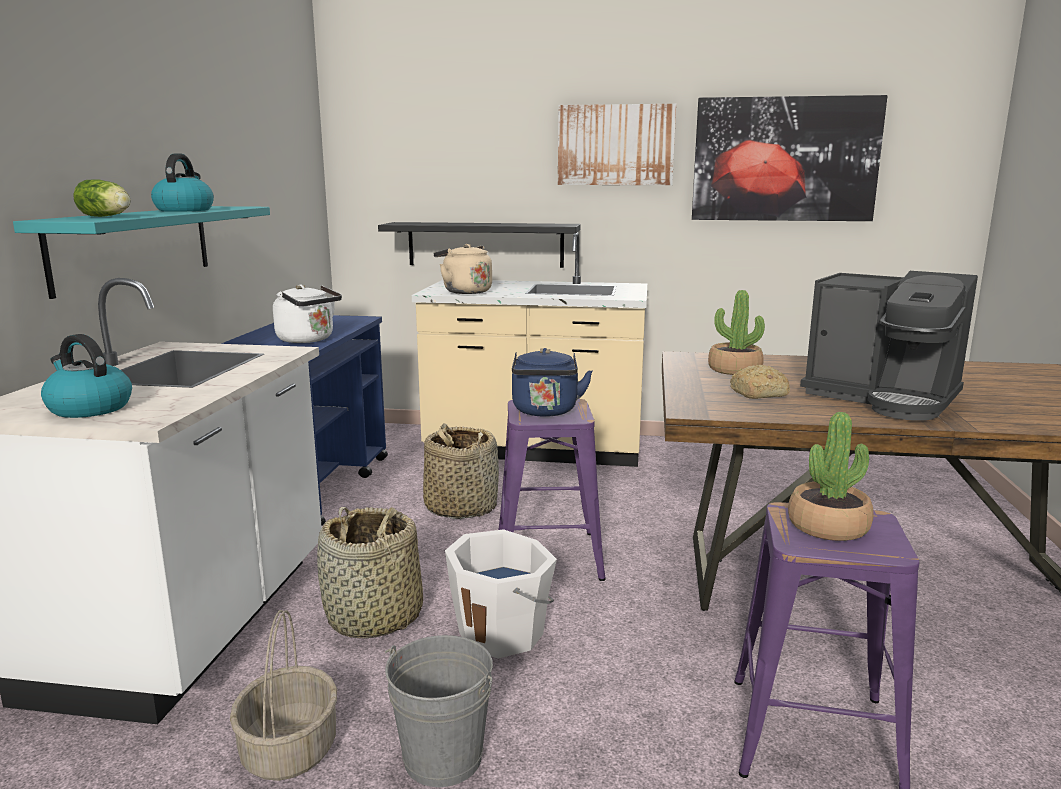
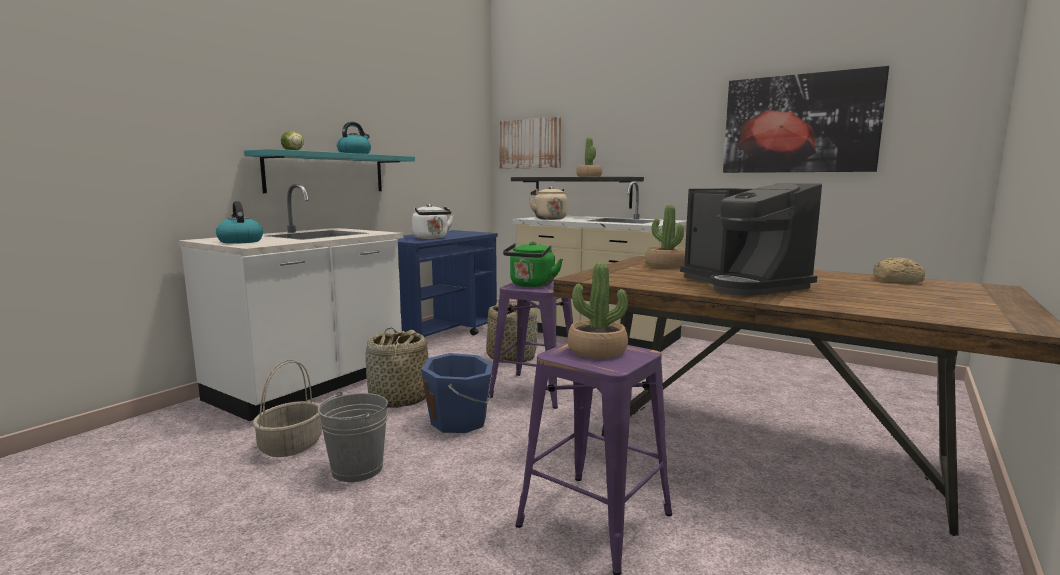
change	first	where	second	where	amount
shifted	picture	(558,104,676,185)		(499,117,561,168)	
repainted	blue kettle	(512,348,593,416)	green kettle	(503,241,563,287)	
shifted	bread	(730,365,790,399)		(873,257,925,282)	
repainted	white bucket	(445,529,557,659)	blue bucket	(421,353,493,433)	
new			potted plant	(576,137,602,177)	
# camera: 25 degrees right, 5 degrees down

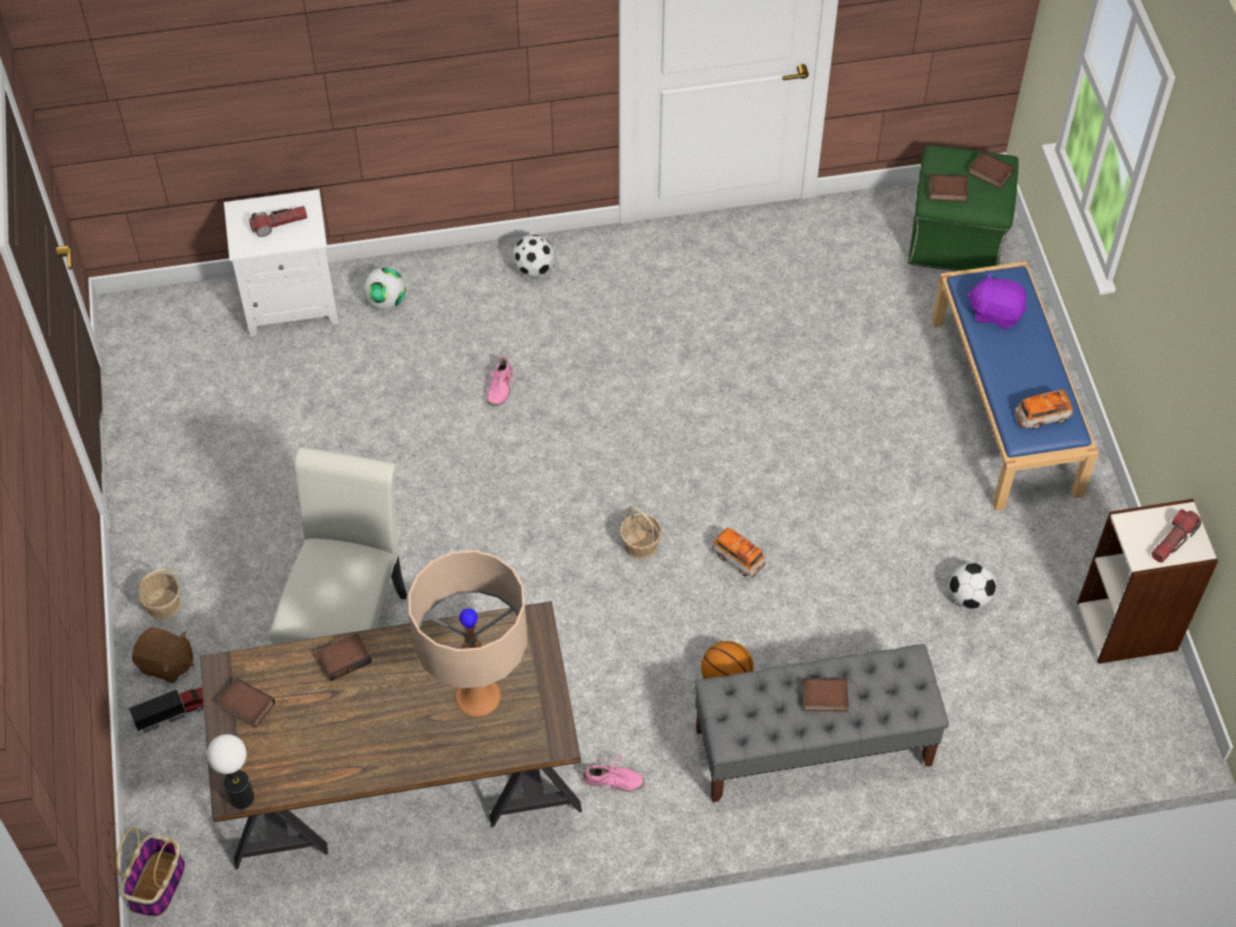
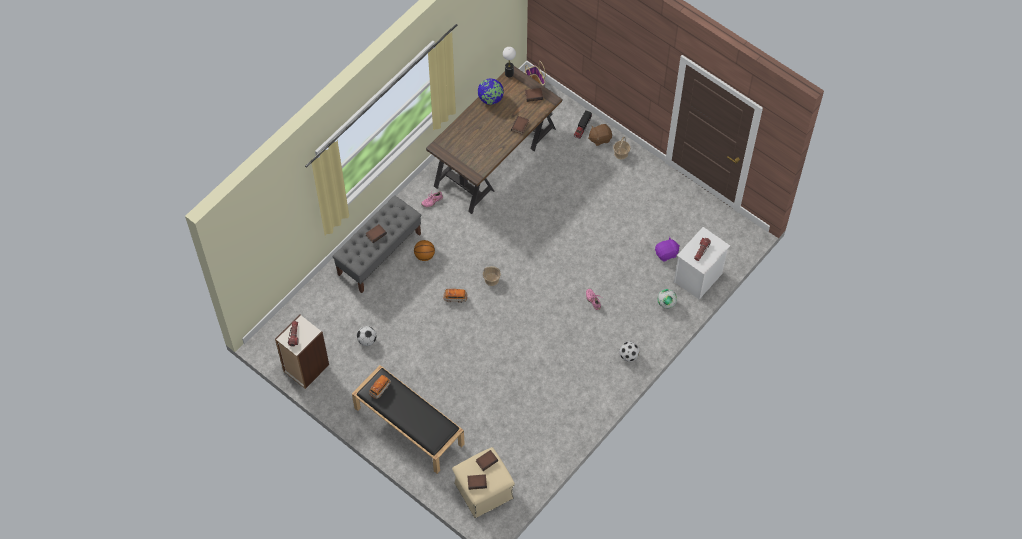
change	first	where	second	where	amount
repainted	green ottoman	(908,145,1018,271)	beige ottoman	(452,447,515,518)	
repainted	blue bench	(931,261,1098,511)	black bench	(352,365,465,474)	
shifted	purple plush toy	(967,272,1026,329)		(655,237,680,262)	
gone	white chair	(269,447,407,644)			
gone	beige table lamp	(408,550,528,717)			
new			globe	(478,78,504,105)	
# camera: 140 degrees right, 5 degrees up

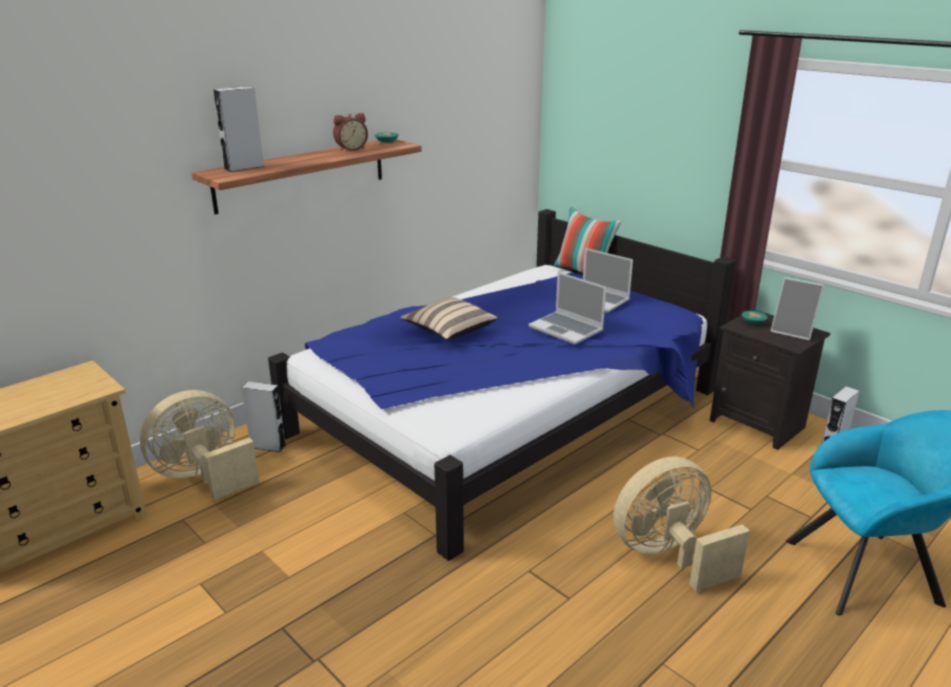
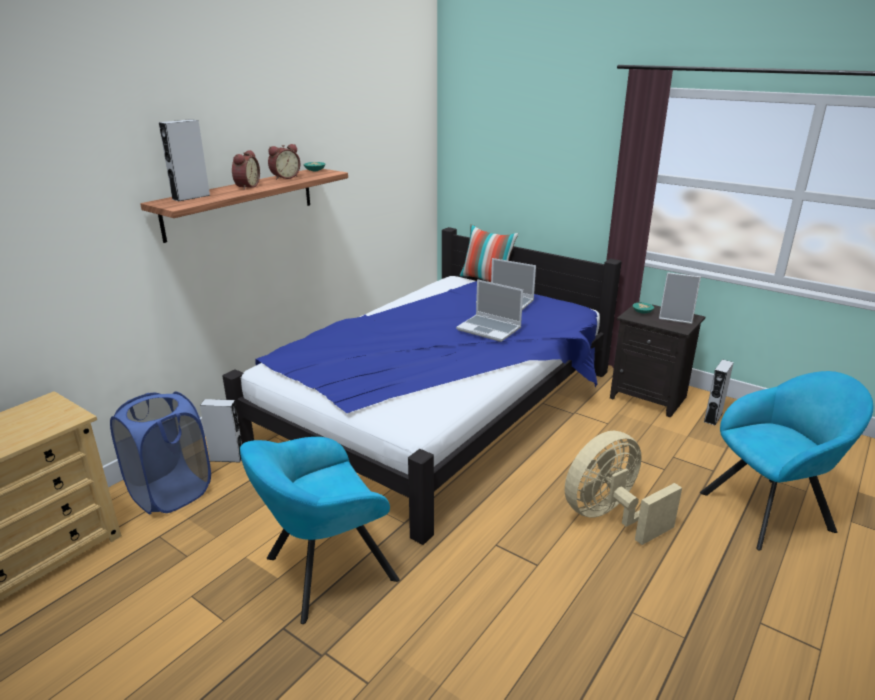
change	first	where	second	where	amount
gone	beige pillow	(400,297,497,340)			
swapped	beige fan	(140,390,259,500)	blue laundry basket	(110,391,211,514)	
new			alarm clock	(232,150,260,190)	
new			turquoise armchair	(240,437,400,624)	
# camera: 10 degrees left, 0 degrees up

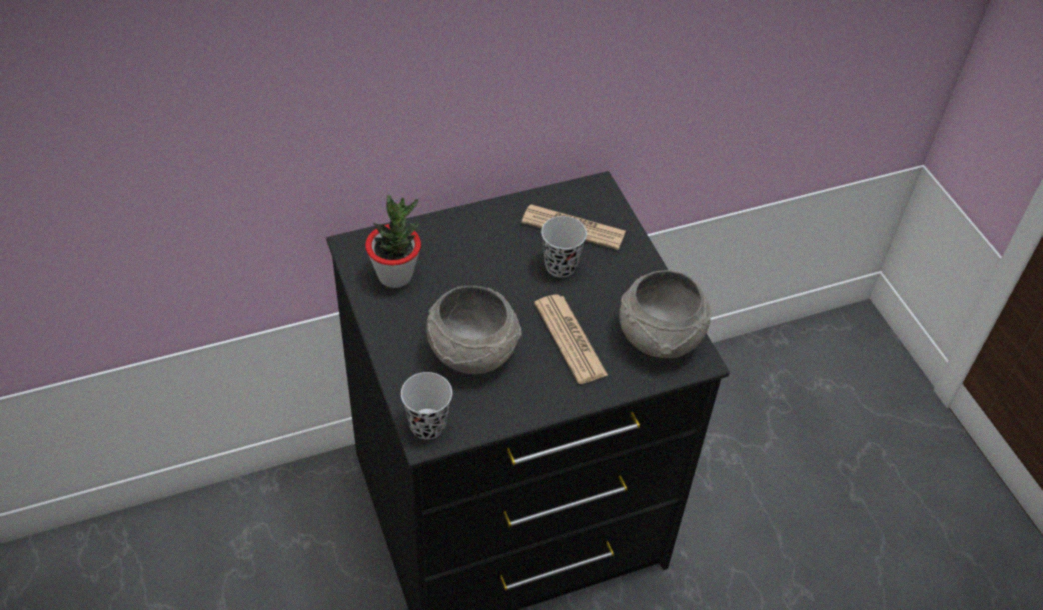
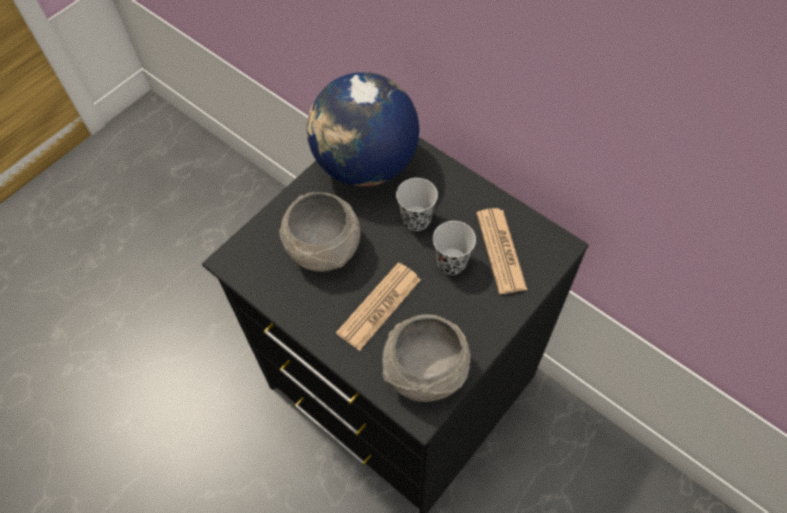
change	first	where	second	where	amount
swapped	potted plant	(365,195,421,288)	globe	(307,72,419,187)	
shifted	black cup	(401,372,452,439)		(396,178,438,231)	
# camera: 65 degrees right, 10 degrees up

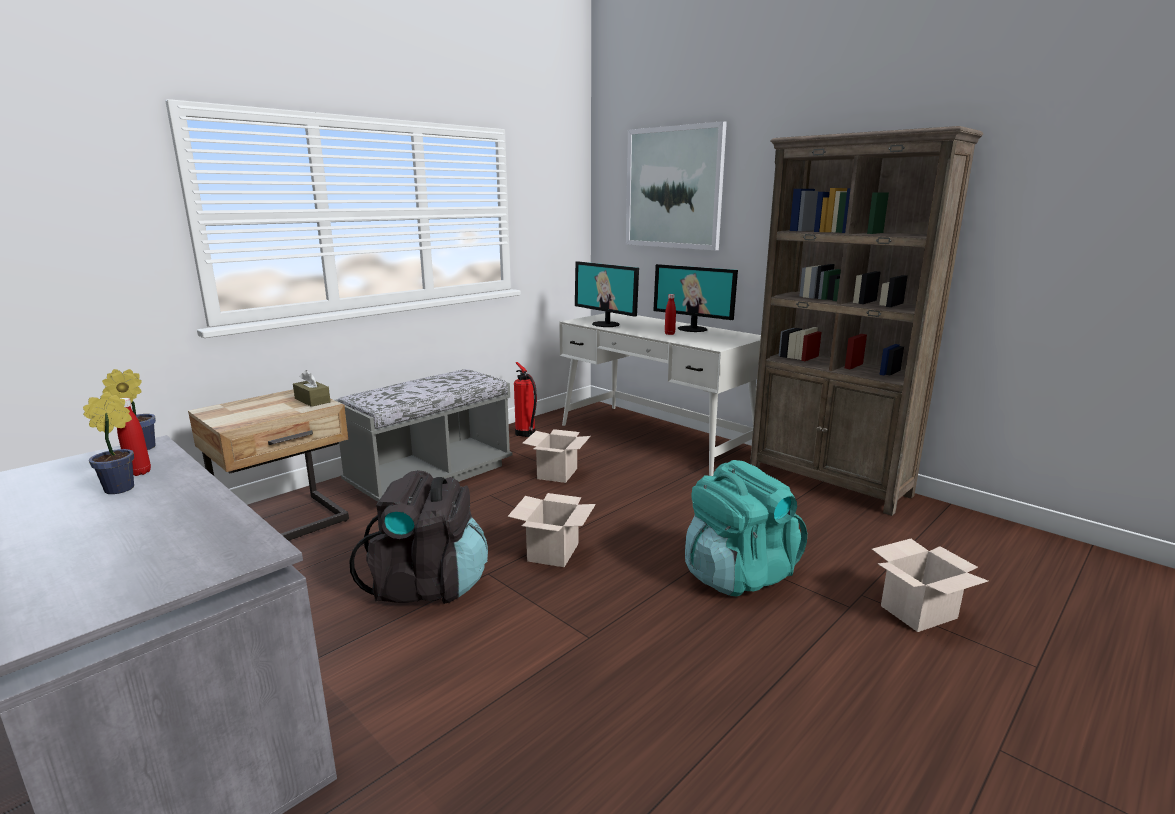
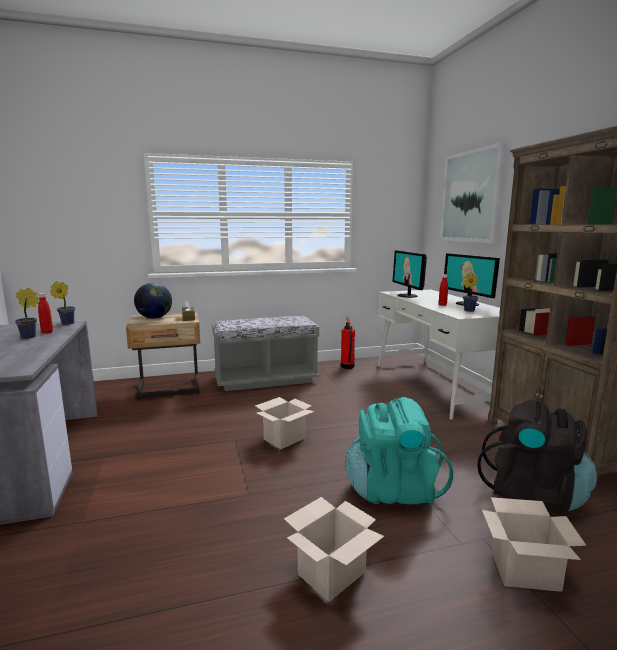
change	first	where	second	where	amount
shifted	cardboard box	(523,429,591,483)		(284,497,384,602)	
shifted	black backpack	(349,470,488,604)		(477,400,597,514)	
new			potted plant	(463,272,478,312)	
new			globe	(134,283,172,319)	
# camera: 30 degrees right, 5 degrees down

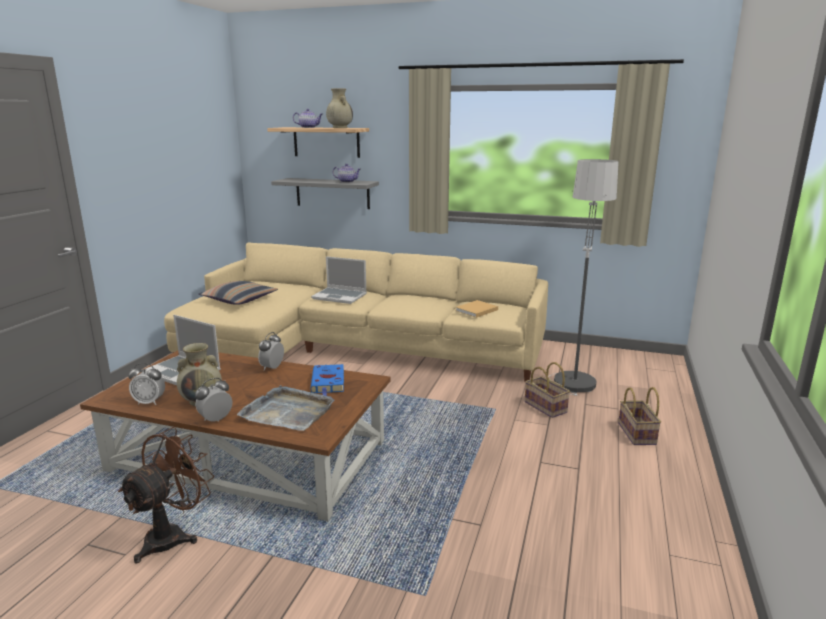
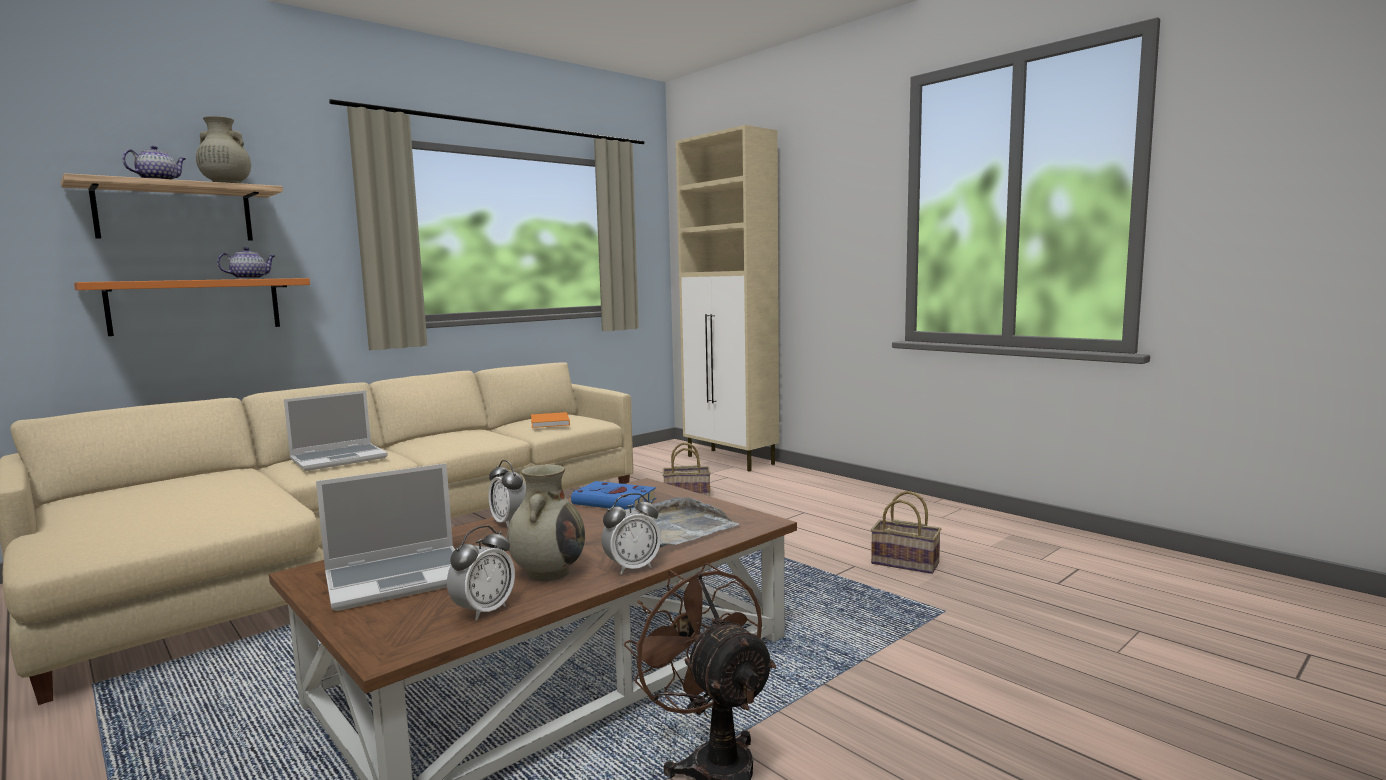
change	first	where	second	where	amount
gone	floor lamp	(548,159,619,396)			
repainted	grey shelf	(271,178,379,209)	orange shelf	(74,278,310,336)	
gone	pillow	(198,281,278,305)			
repainted	beige book	(455,300,498,318)	orange book	(531,412,570,428)	
rotated	alarm clock	(195,378,233,422)		(601,493,661,575)	105 degrees counterclockwise
shifted	basket	(618,387,661,445)		(871,491,941,574)	
new			beige cabinet	(676,125,779,472)	
# camera: 60 degrees left, 10 degrees down

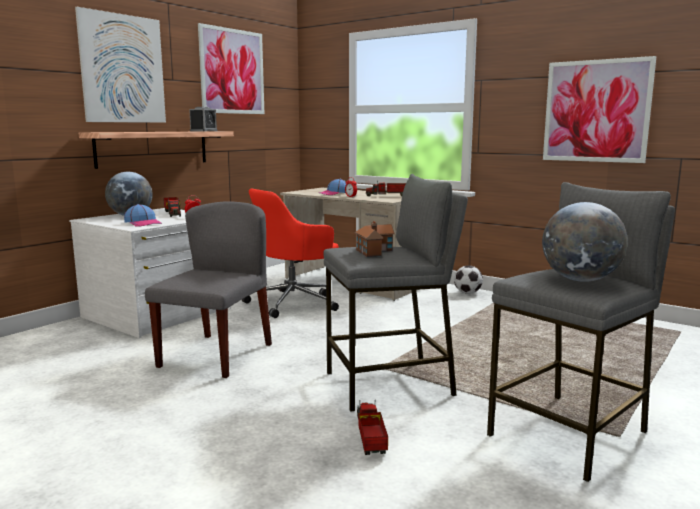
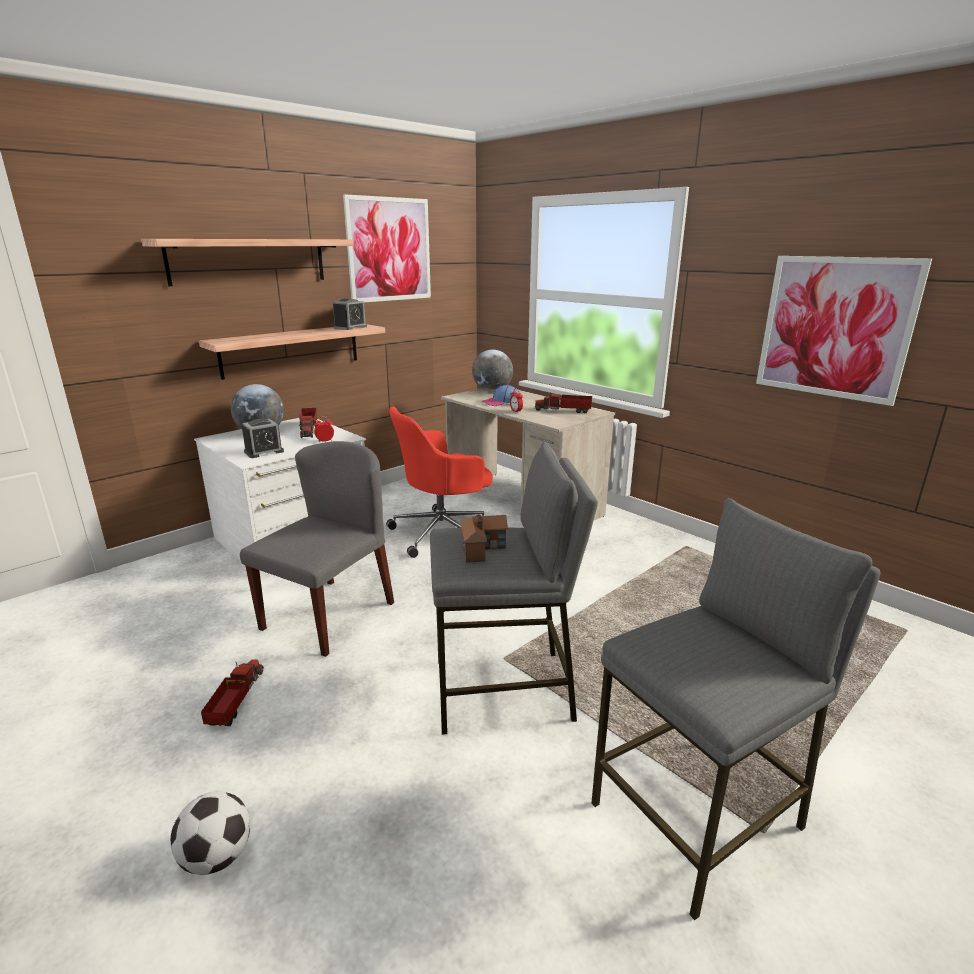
change	first	where	second	where	amount
swapped	picture	(75,7,166,123)	shelf	(141,239,353,286)	
shifted	globe	(542,202,628,282)		(472,350,513,392)	
swapped	cap	(124,204,162,227)	alarm clock	(242,419,284,458)	
shifted	football	(454,265,483,294)		(171,791,250,875)	
shifted	toy truck	(357,403,388,455)		(201,659,264,726)	
# camera: 10 degrees right, 10 degrees up

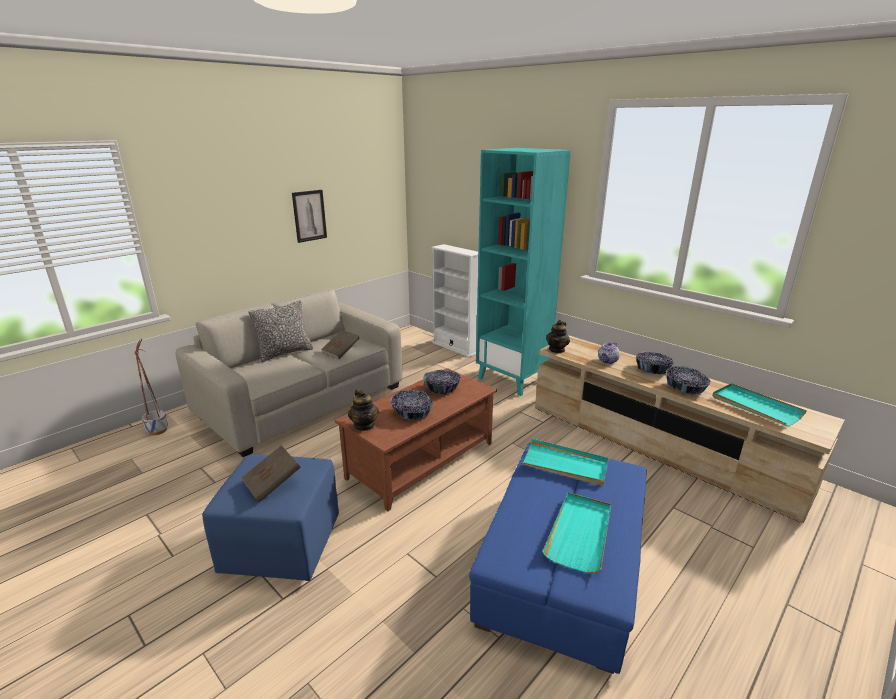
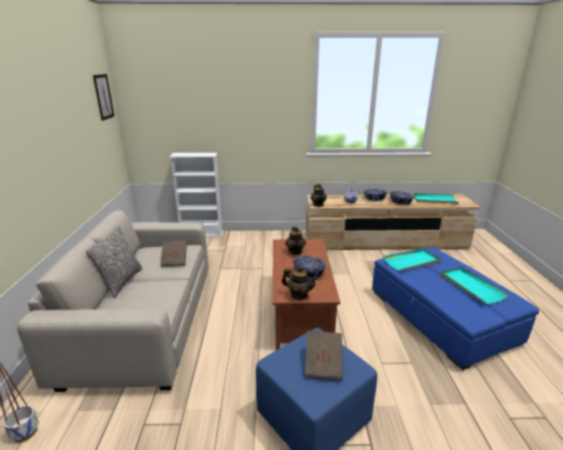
change	first	where	second	where	amount
gone	turquoise bookcase	(476,148,571,396)			
shifted	picture	(292,190,327,243)		(93,74,114,121)	
swapped	bowl	(423,370,461,394)	teapot	(285,226,306,255)	
# camera: 45 degrees left, 0 degrees up

